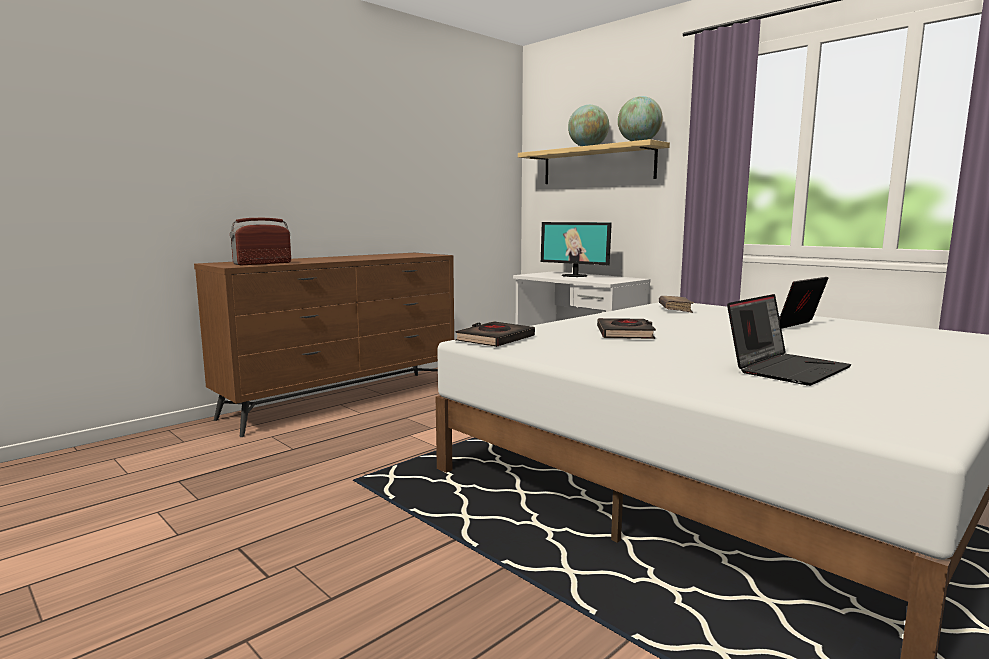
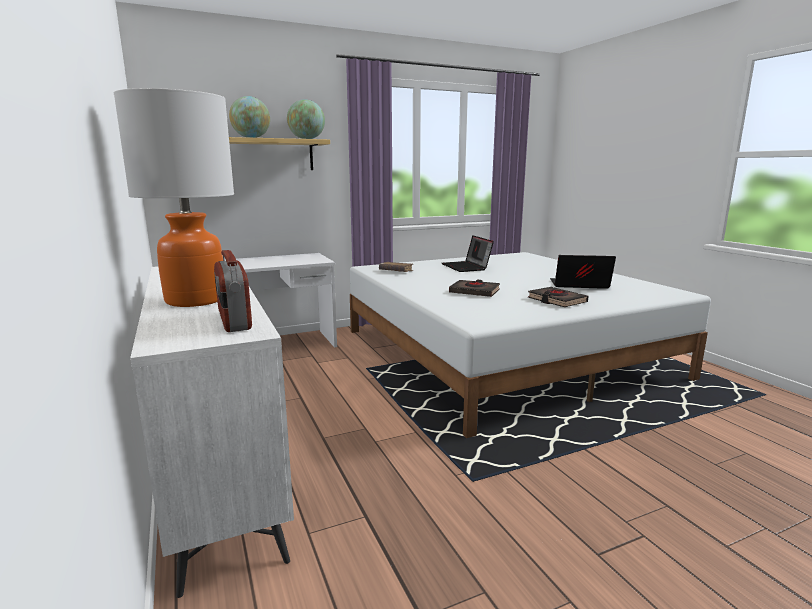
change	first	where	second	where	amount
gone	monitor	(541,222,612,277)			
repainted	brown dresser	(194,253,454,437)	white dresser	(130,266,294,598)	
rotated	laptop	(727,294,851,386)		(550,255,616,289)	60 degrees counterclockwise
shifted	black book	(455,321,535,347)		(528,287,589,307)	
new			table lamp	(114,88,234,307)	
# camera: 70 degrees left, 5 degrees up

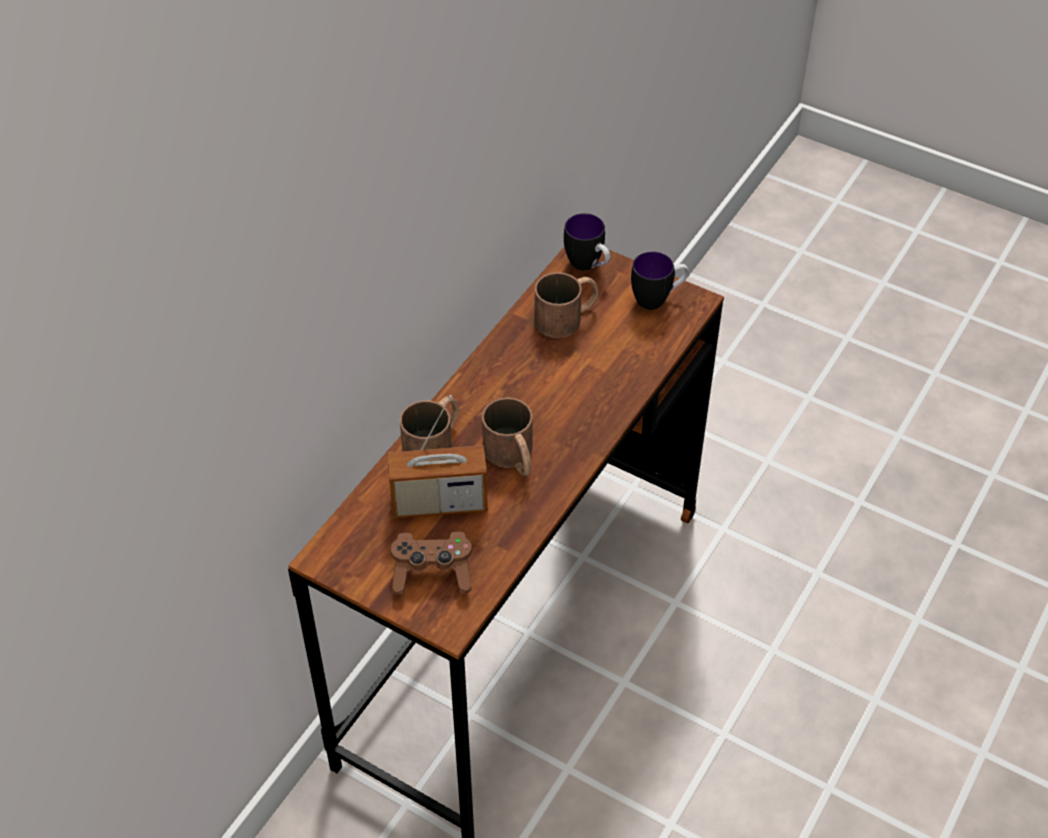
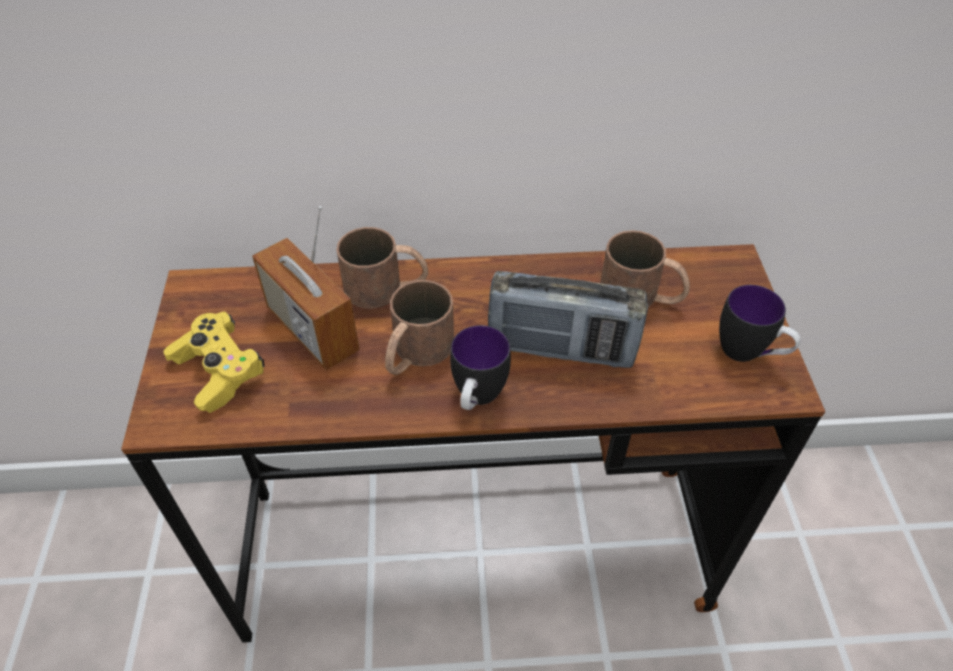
change	first	where	second	where	amount
shifted	mug	(564,213,611,271)		(450,325,511,410)	
repainted	brown game controller	(391,531,472,595)	yellow game controller	(163,312,265,413)	
new			radio	(488,271,648,368)	
# camera: 55 degrees right, 0 degrees up

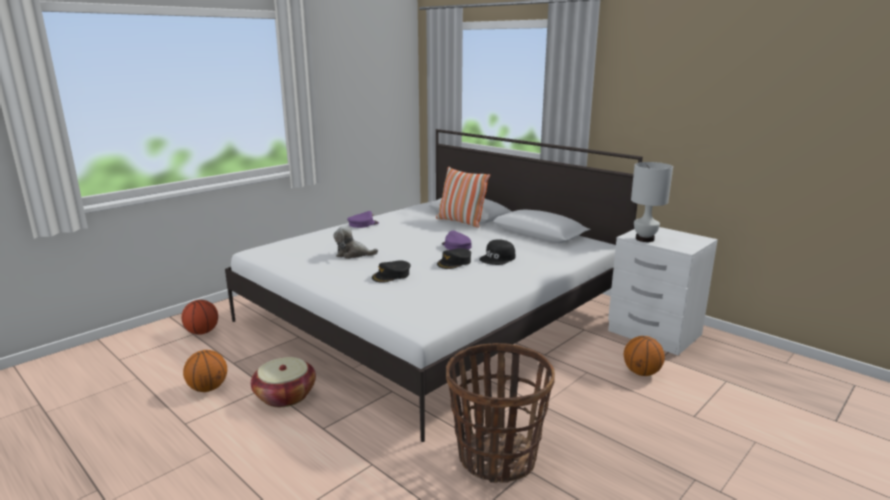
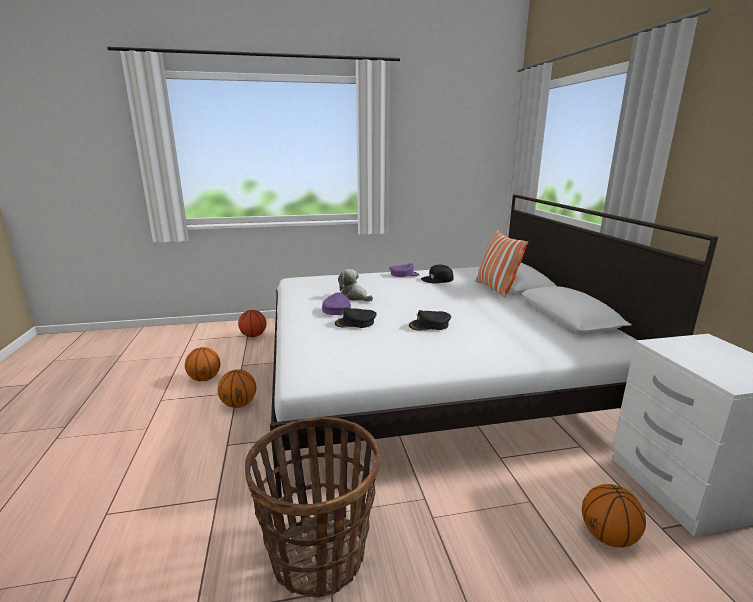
change	first	where	second	where	amount
gone	white table lamp	(631,162,673,242)			
shifted	purple cap	(442,231,472,250)		(322,292,351,315)	
shifted	black cap	(479,239,515,265)		(421,265,453,283)	
swapped	basket	(251,357,316,407)	basketball	(218,370,256,408)	
# camera: 35 degrees right, 0 degrees up

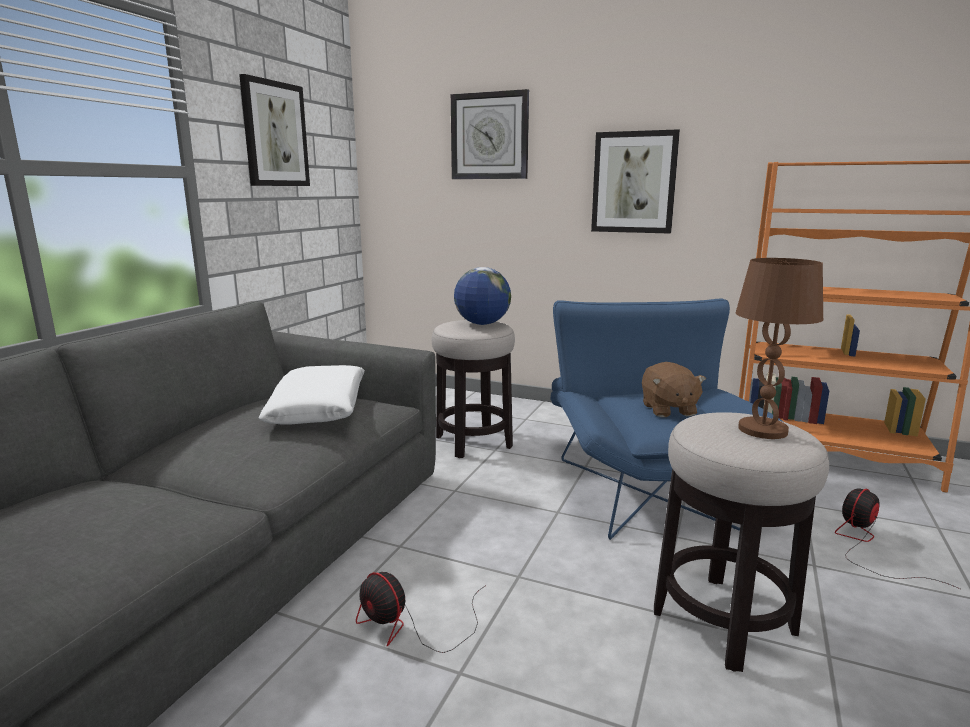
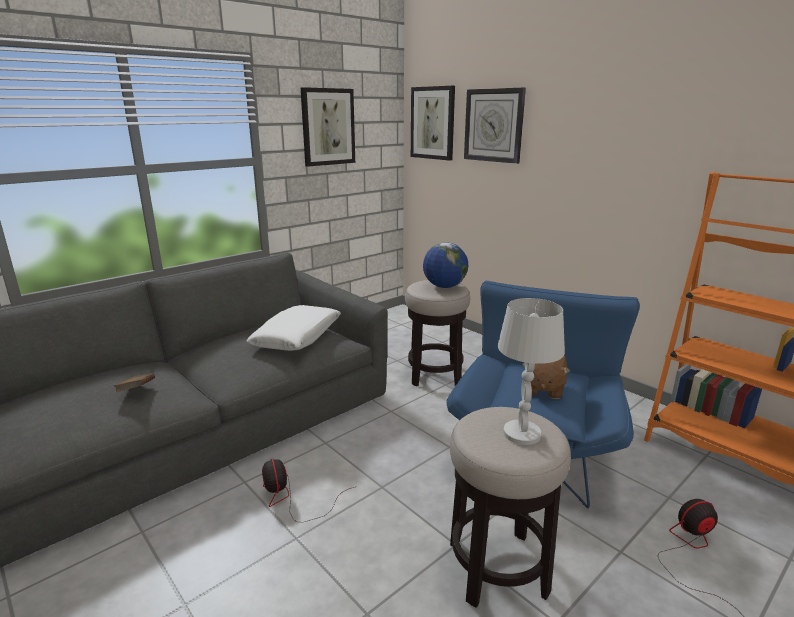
change	first	where	second	where	amount
shifted	picture	(591,129,680,234)		(411,86,455,161)	
repainted	brown table lamp	(736,258,823,439)	white table lamp	(498,298,565,445)	
new			brown book	(114,373,155,392)	
# camera: 25 degrees right, 5 degrees up

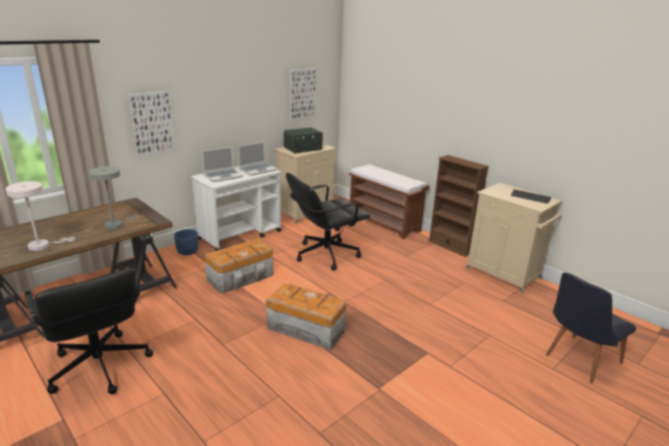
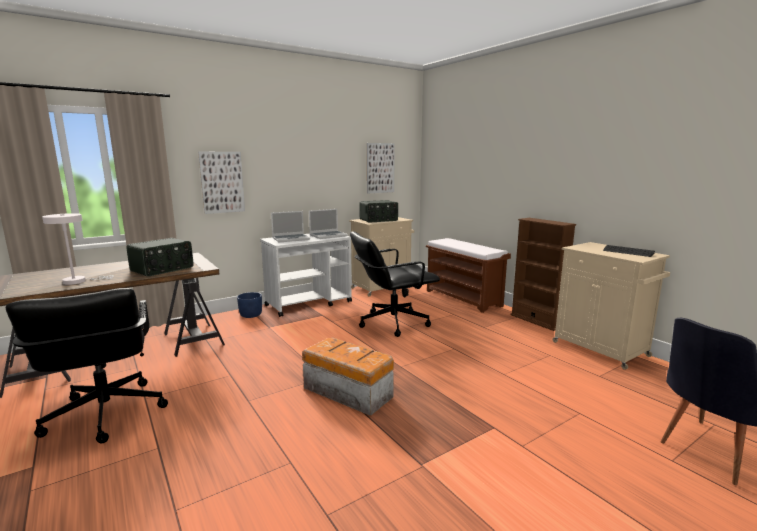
change	first	where	second	where	amount
swapped	grey table lamp	(89,166,139,230)	radio	(126,238,194,277)	
gone	storage box	(205,239,273,293)			
# camera: 10 degrees right, 10 degrees down

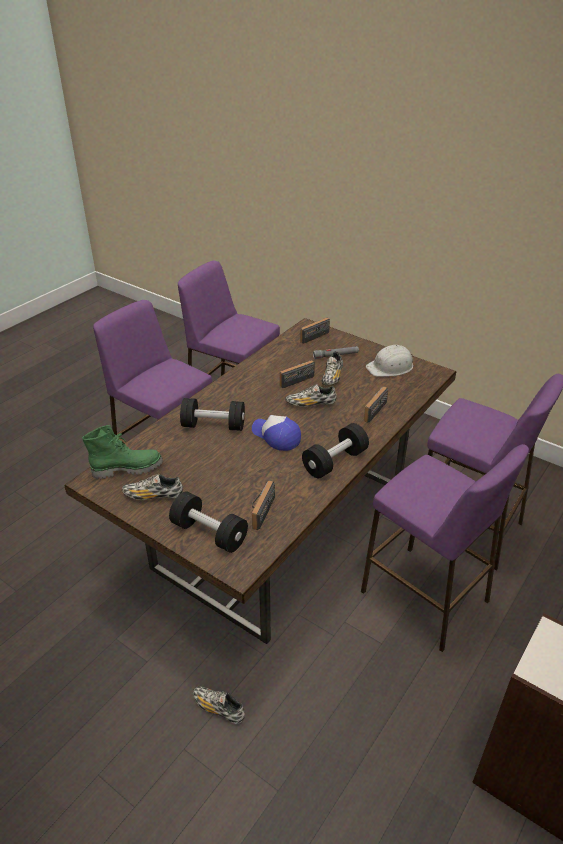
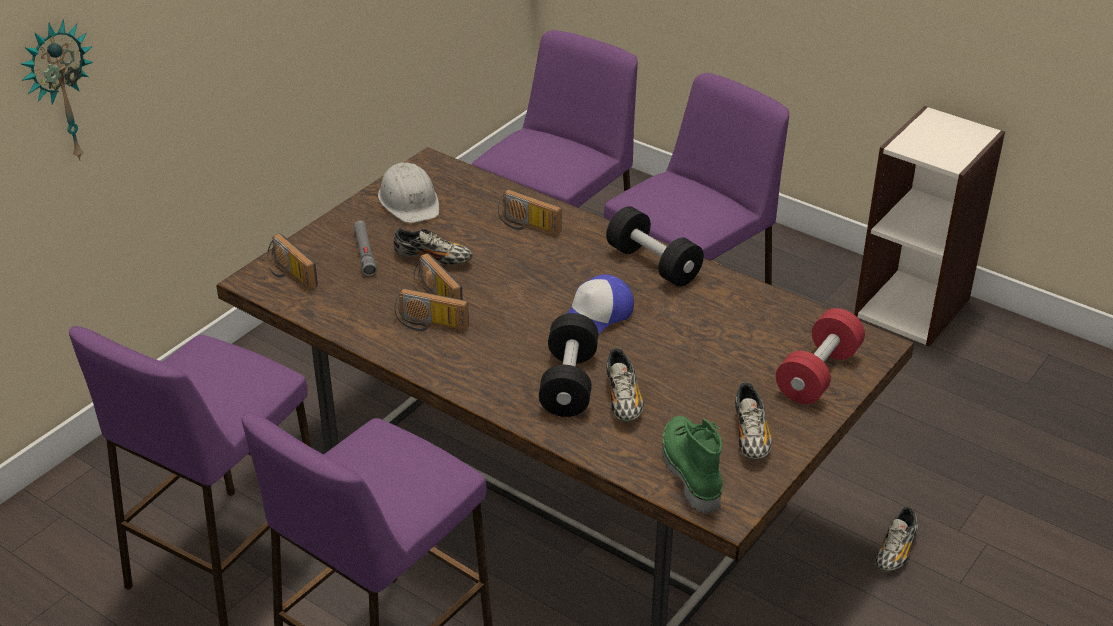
change	first	where	second	where	amount
shifted	shoe	(285,384,337,407)		(606,348,644,422)	
shifted	radio	(252,481,275,530)		(395,288,469,331)	
repainted	black dumbbell	(169,492,248,553)	red dumbbell	(776,308,865,404)	
new			wall clock	(21,19,93,161)	
# camera: 90 degrees left, 0 degrees up

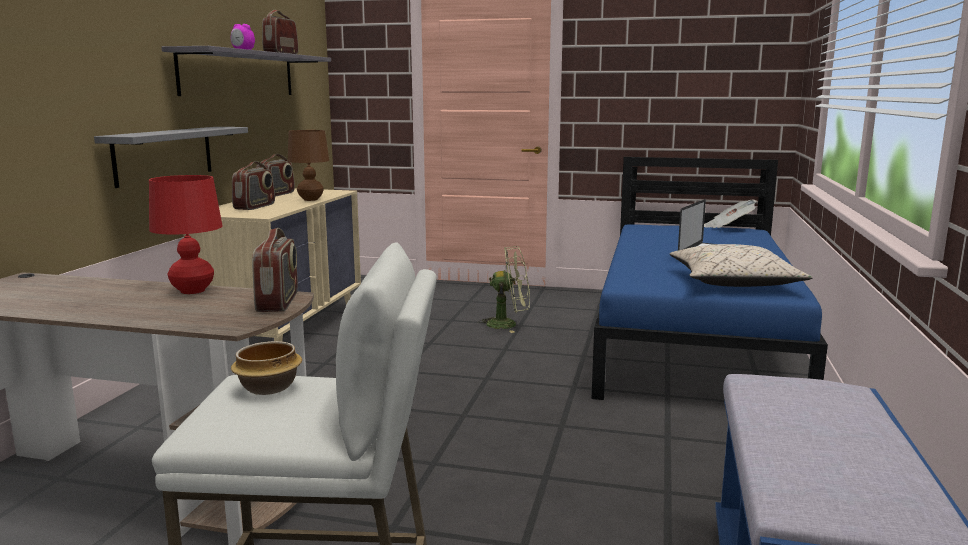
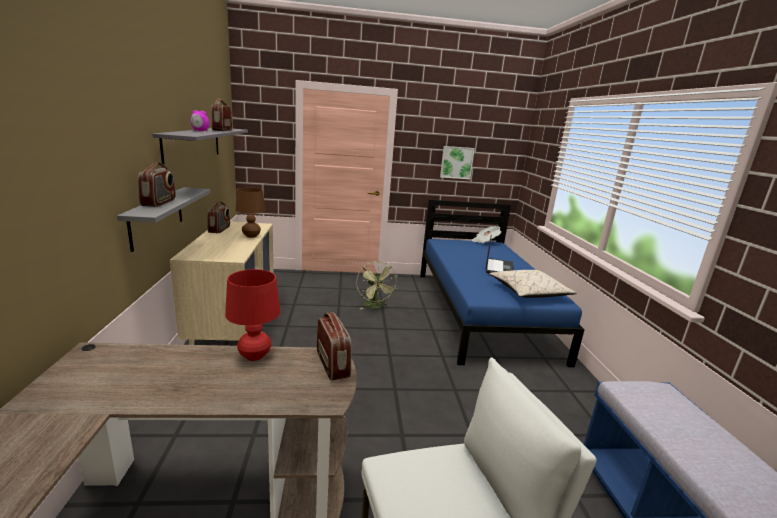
change	first	where	second	where	amount
shifted	radio	(232,161,275,210)		(138,162,176,207)	
rotated	green fan	(478,246,530,333)		(356,261,398,309)	90 degrees clockwise
gone	bowl	(231,341,302,395)			
new			picture	(440,146,475,179)	
# camera: 20 degrees left, 5 degrees up

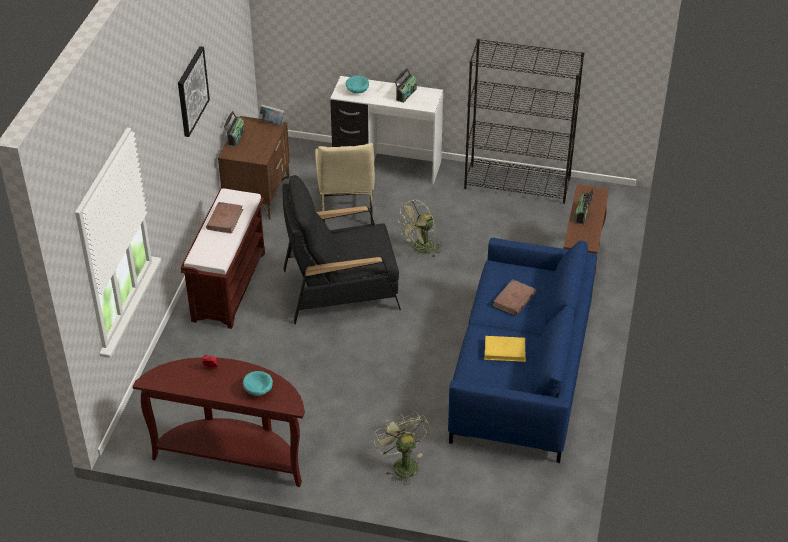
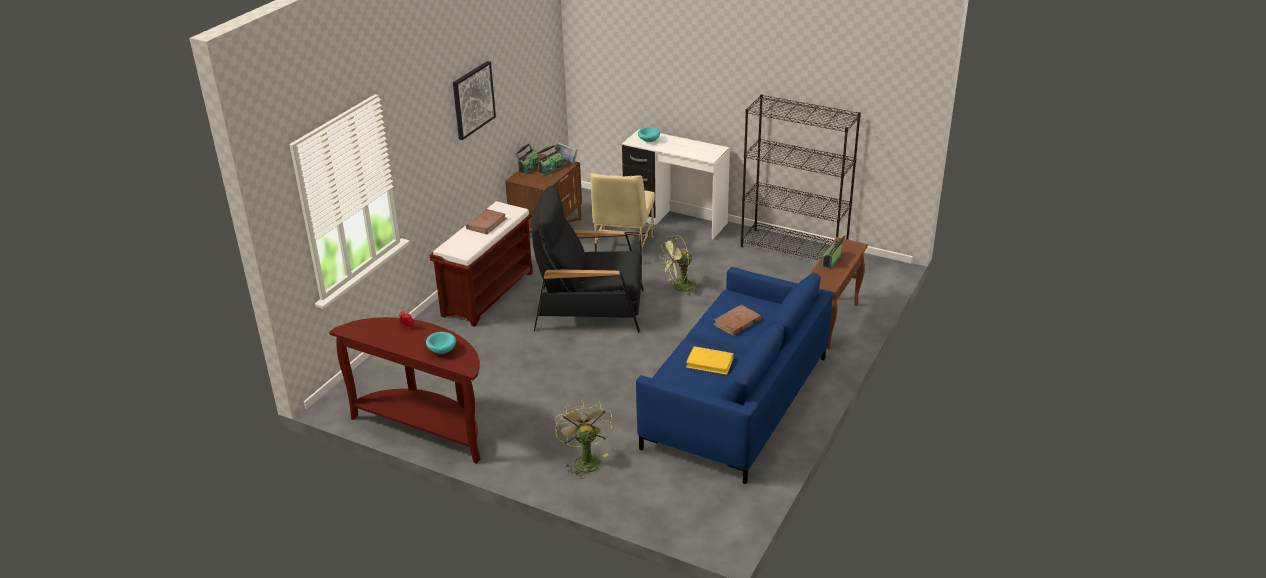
change	first	where	second	where	amount
shifted	radio	(394,68,417,103)		(536,145,563,175)	
# camera: 15 degrees right, 10 degrees down

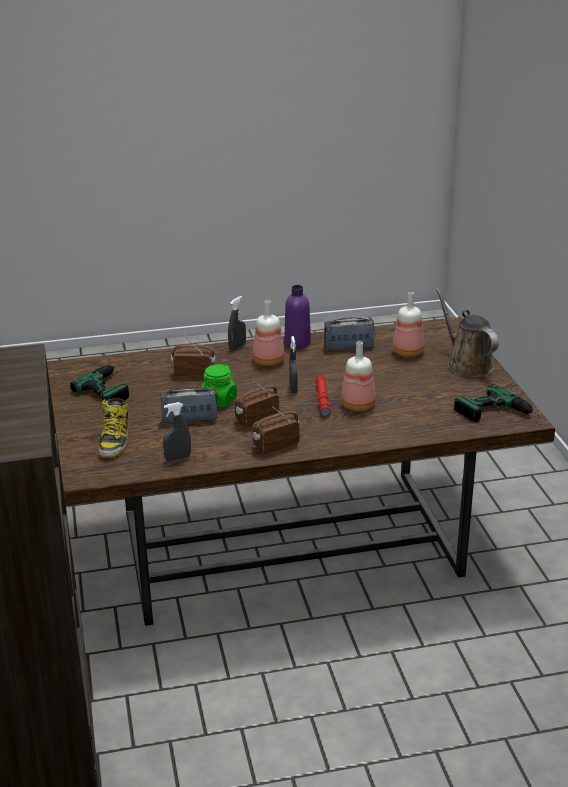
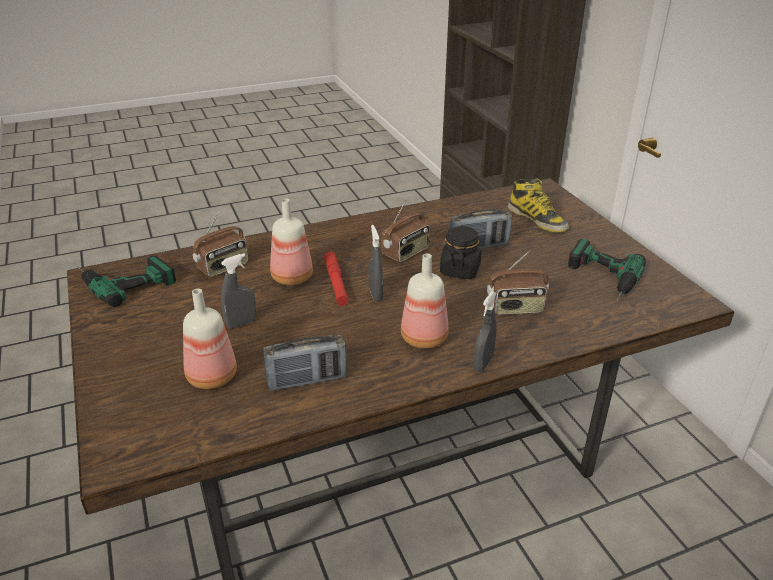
change	first	where	second	where	amount
gone	purple bottle	(284,285,311,349)			
gone	brown watering can	(435,288,499,377)			
repainted	green jar	(201,364,237,408)	black jar	(440,226,481,279)	
rotated	boot	(98,398,129,458)		(508,178,569,233)	150 degrees clockwise
shifted	grey spray bottle	(163,402,191,461)		(221,253,256,329)	
shifted	radio	(253,406,300,454)		(193,212,249,277)	
# camera: 170 degrees right, 5 degrees up

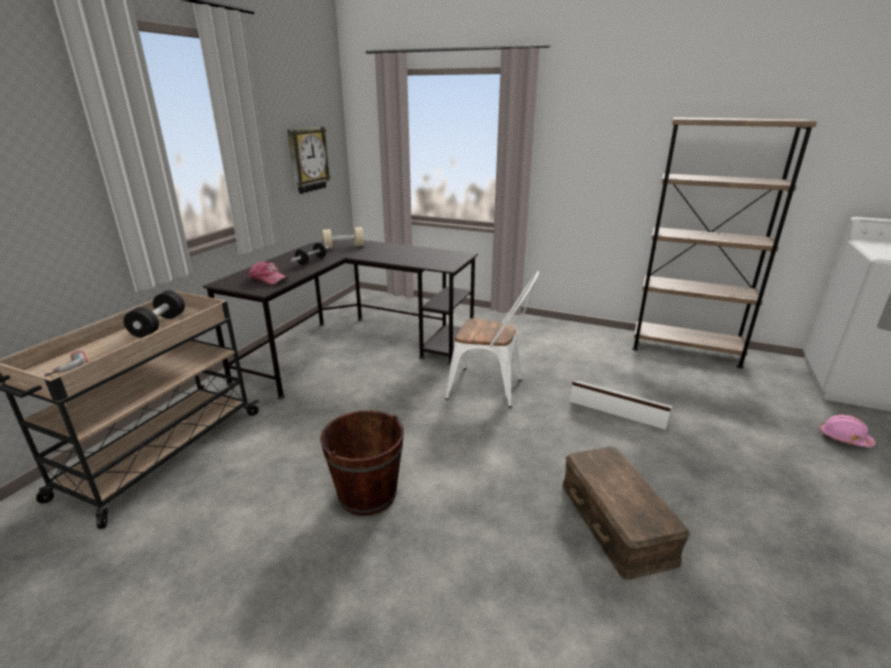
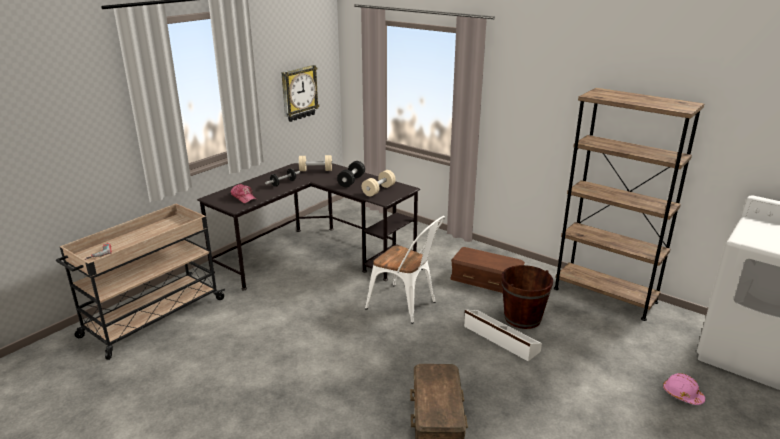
change	first	where	second	where	amount
shifted	black dumbbell	(124,290,185,338)		(337,161,365,187)	
shifted	brown bucket	(320,410,404,516)		(502,265,553,329)	
new			beige dumbbell	(362,170,396,196)	
new			brown storage box	(450,247,525,293)	
# camera: 15 degrees right, 0 degrees up

